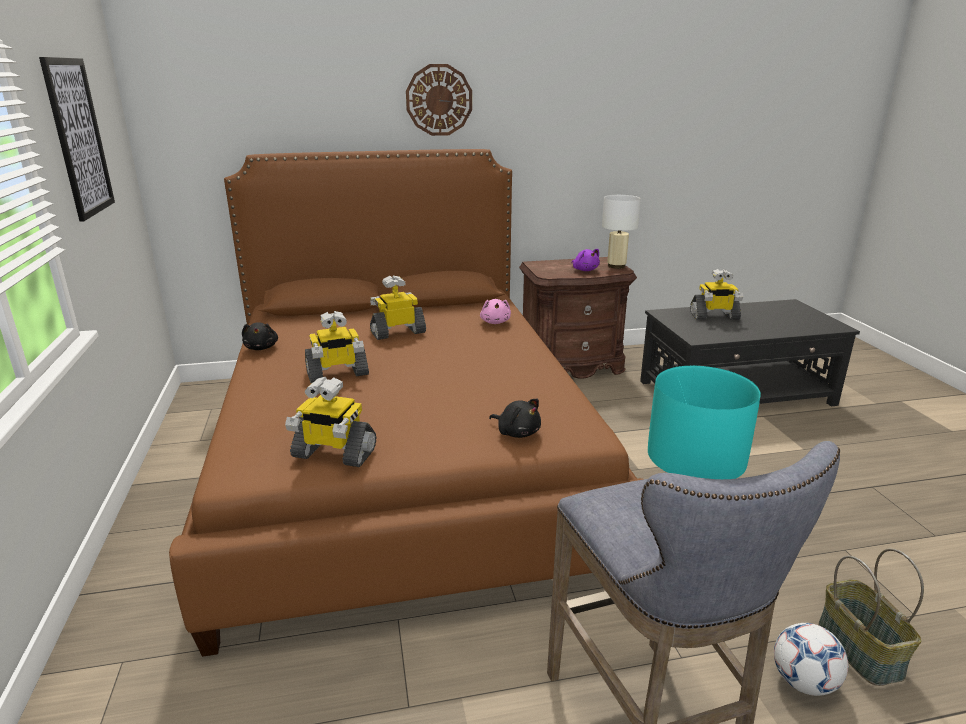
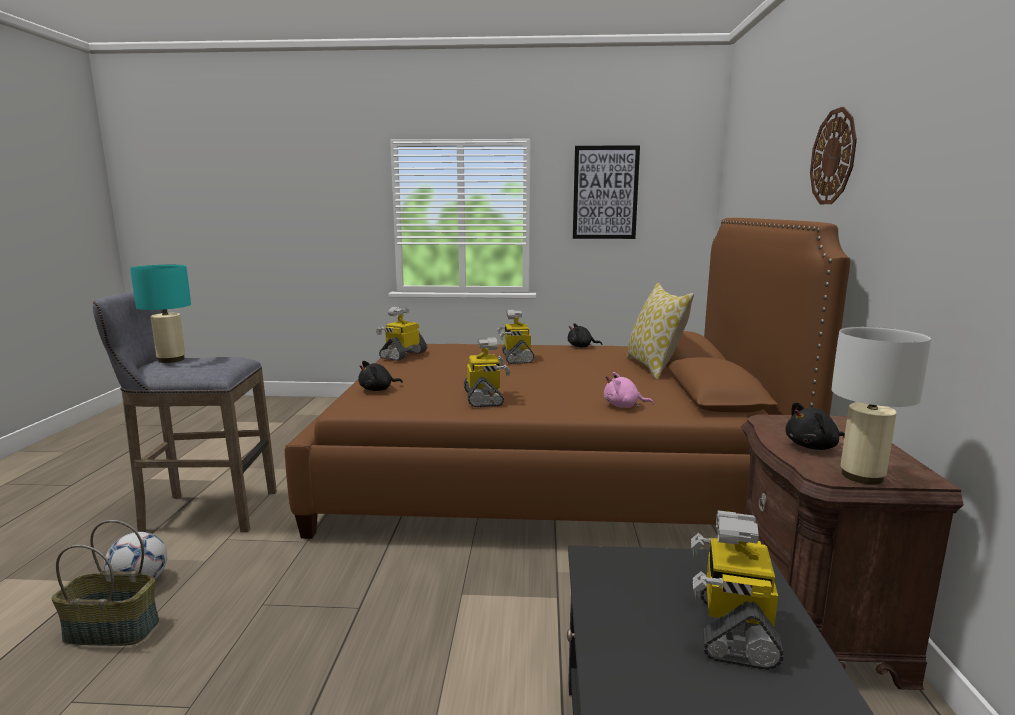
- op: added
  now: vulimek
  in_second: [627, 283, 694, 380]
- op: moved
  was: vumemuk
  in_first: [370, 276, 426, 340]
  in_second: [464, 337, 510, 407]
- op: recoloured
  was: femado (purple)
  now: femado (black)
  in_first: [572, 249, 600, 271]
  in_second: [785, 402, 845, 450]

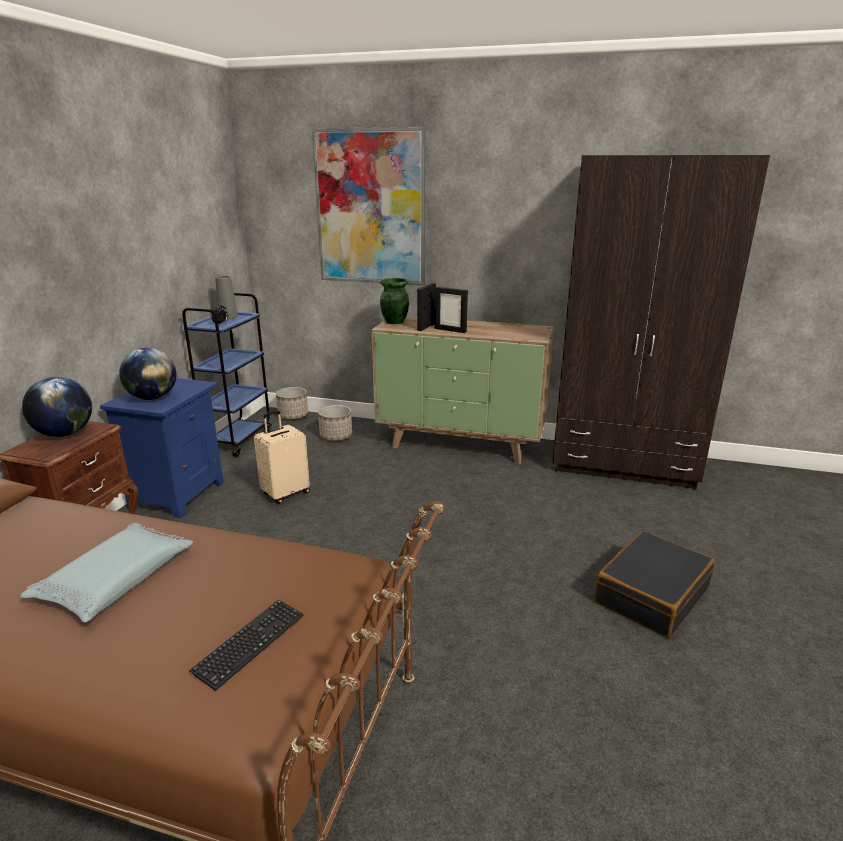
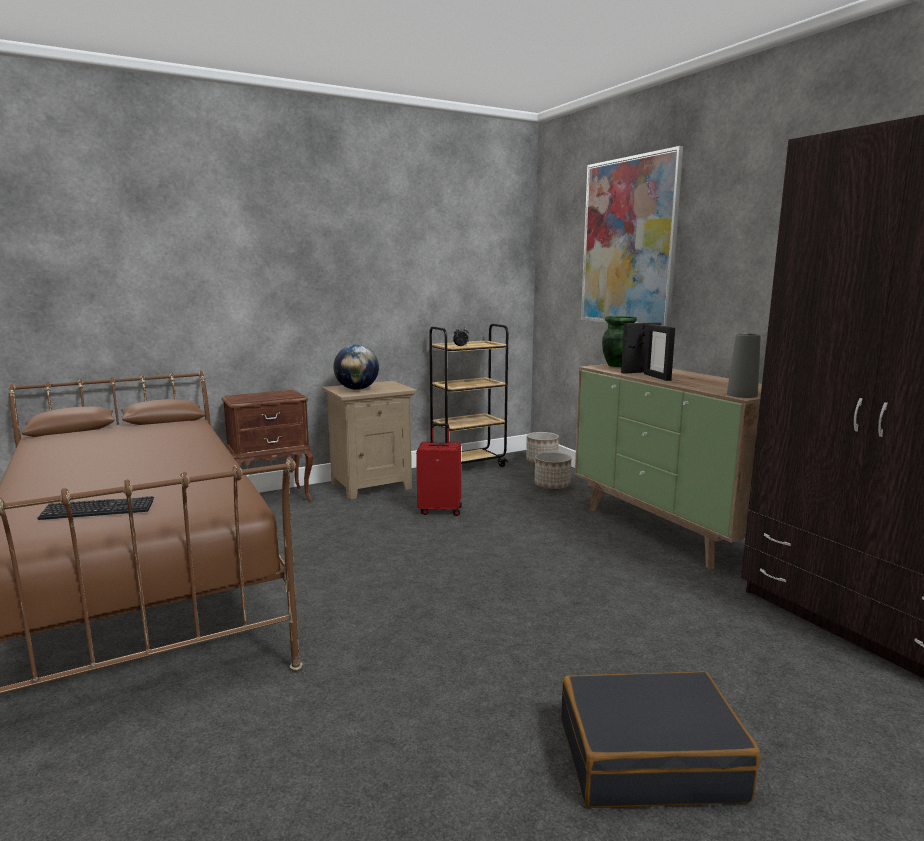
- op: removed
  was: vulimek (blue)
  in_first: [20, 523, 193, 622]
- op: removed
  was: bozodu
  in_first: [22, 377, 92, 437]
- op: moved
  was: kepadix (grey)
  in_first: [215, 276, 238, 320]
  in_second: [727, 333, 761, 398]
- op: recoloured
  was: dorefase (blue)
  now: dorefase (beige)
  in_first: [100, 378, 224, 518]
  in_second: [322, 381, 417, 500]
- op: recoloured
  was: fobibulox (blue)
  now: fobibulox (brown)
  in_first: [182, 293, 272, 457]
  in_second: [429, 324, 508, 467]
- op: recoloured
  was: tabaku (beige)
  now: tabaku (red)
  in_first: [254, 410, 310, 504]
  in_second: [416, 423, 462, 516]

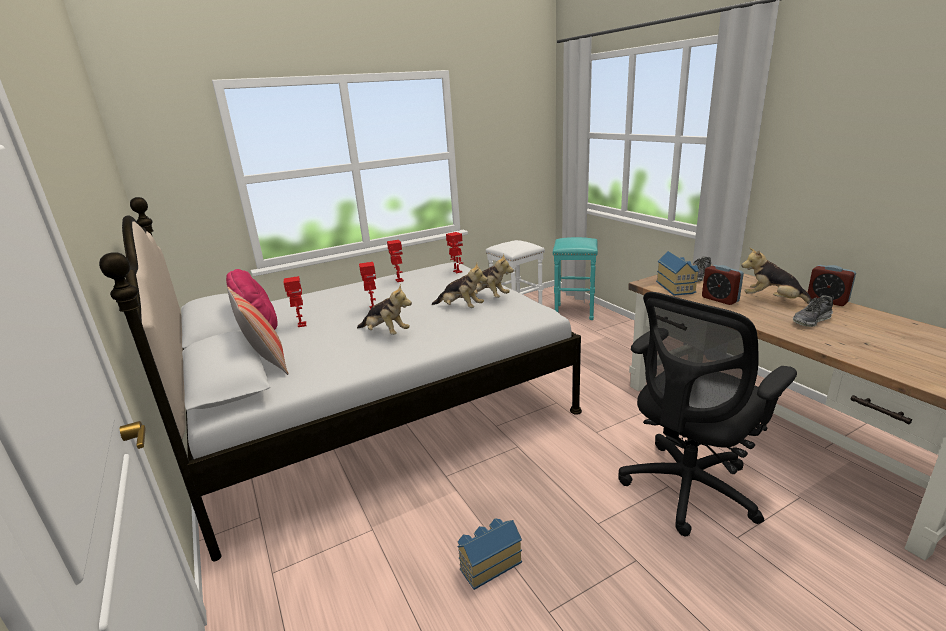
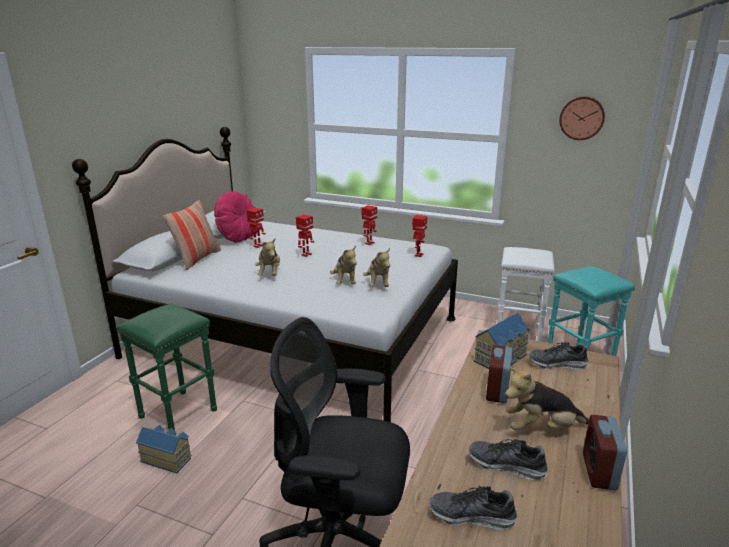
- op: added
  now: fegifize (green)
  in_second: [117, 303, 217, 432]
- op: added
  now: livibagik
  in_second: [429, 486, 517, 530]
- op: added
  now: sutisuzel
  in_second: [559, 96, 605, 140]
- op: turned
  was: femado
  in_first: [741, 248, 812, 303]
  in_second: [505, 367, 589, 430]
  clockwise: -90

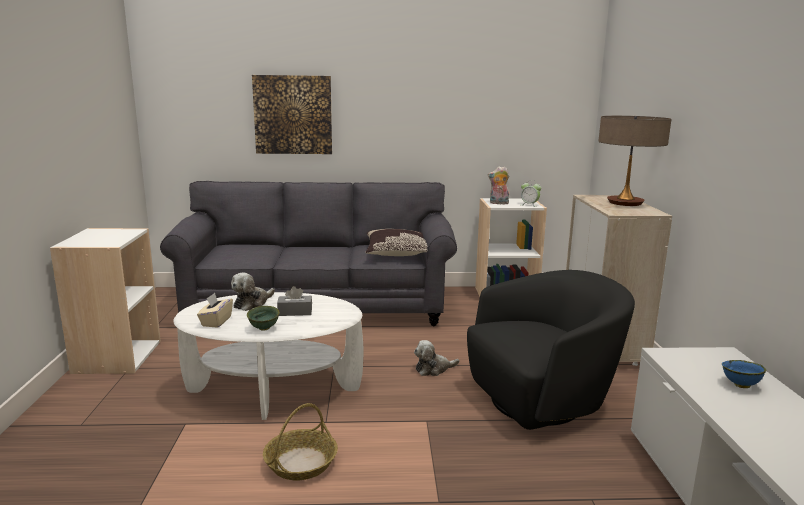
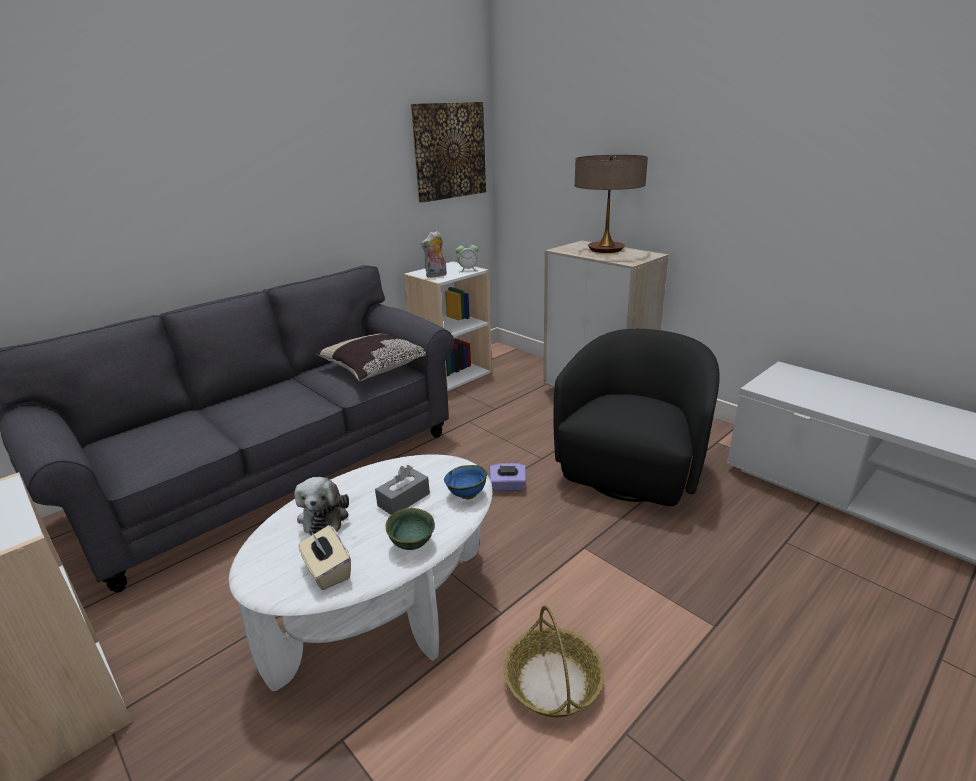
- op: moved
  was: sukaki
  in_first: [252, 75, 332, 154]
  in_second: [411, 102, 486, 203]
- op: moved
  was: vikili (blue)
  in_first: [722, 360, 766, 388]
  in_second: [444, 465, 487, 500]
- op: replaced
  was: femado
  now: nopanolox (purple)
  in_first: [414, 340, 459, 376]
  in_second: [490, 463, 526, 492]

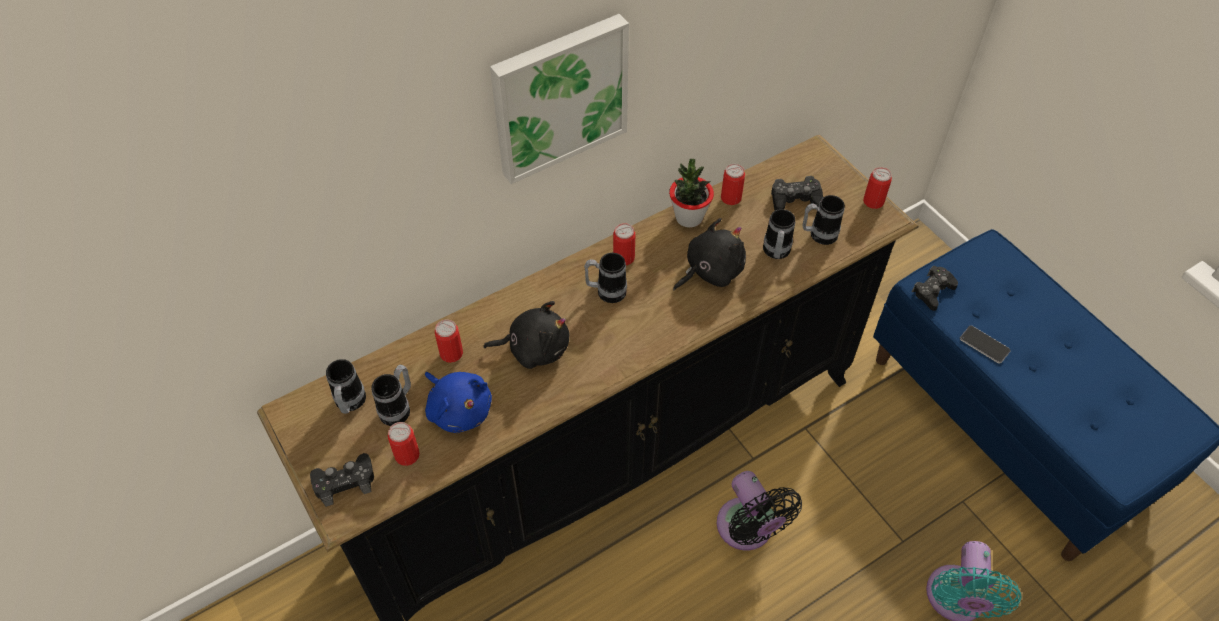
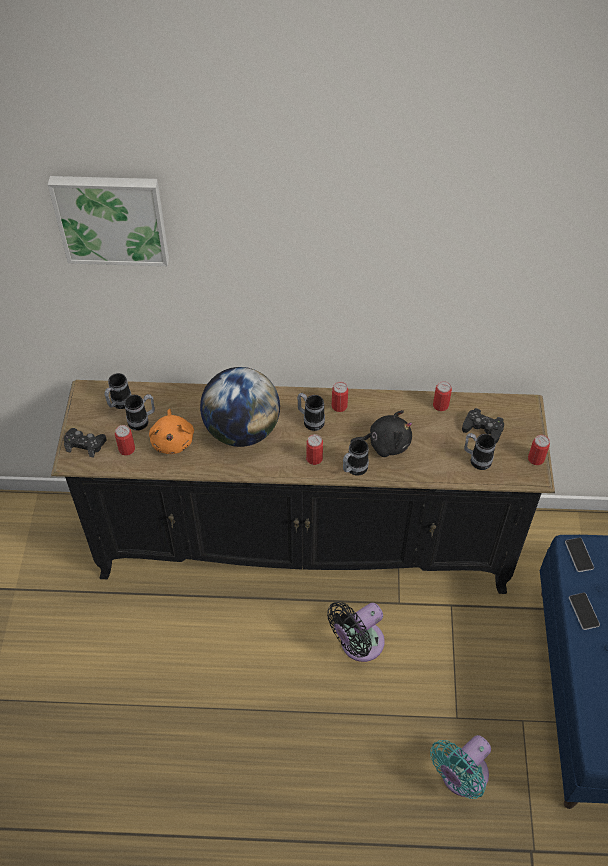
- op: removed
  was: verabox
  in_first: [669, 159, 714, 228]
- op: moved
  was: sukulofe
  in_first: [435, 320, 463, 363]
  in_second: [306, 434, 323, 465]
- op: moved
  was: sukaki
  in_first: [490, 14, 629, 184]
  in_second: [48, 176, 169, 266]
- op: moved
  was: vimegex
  in_first: [763, 209, 795, 259]
  in_second: [343, 439, 369, 475]
- op: replaced
  was: femado (black)
  now: bozodu
  in_first: [483, 301, 569, 369]
  in_second: [200, 367, 280, 447]
- op: replaced
  was: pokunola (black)
  now: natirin
  in_first: [912, 266, 958, 311]
  in_second: [565, 537, 594, 572]
- op: recoloured
  was: femado (blue)
  now: femado (orange)
  in_first: [425, 372, 492, 433]
  in_second: [149, 409, 194, 454]
- op: turned
  was: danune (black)
  in_first: [717, 471, 802, 551]
  in_second: [327, 602, 385, 662]
  clockwise: 45

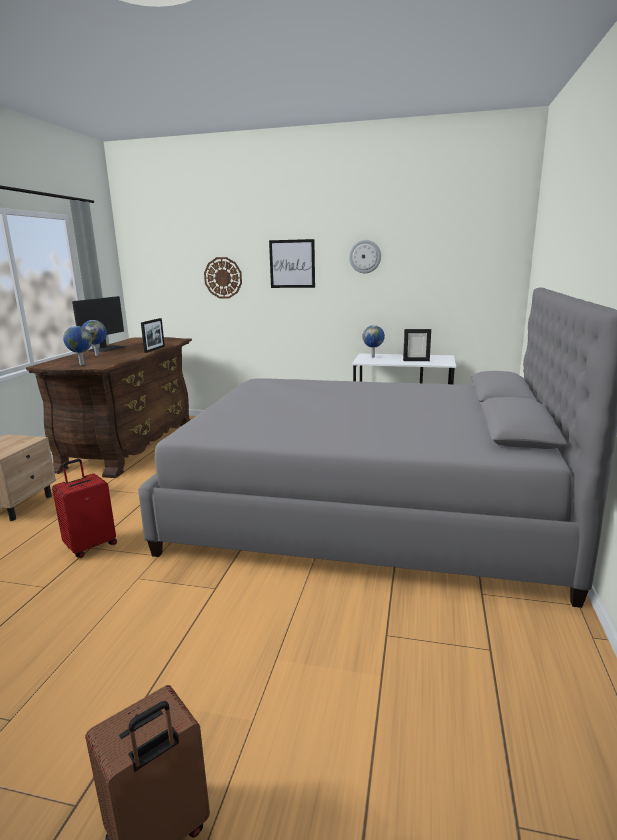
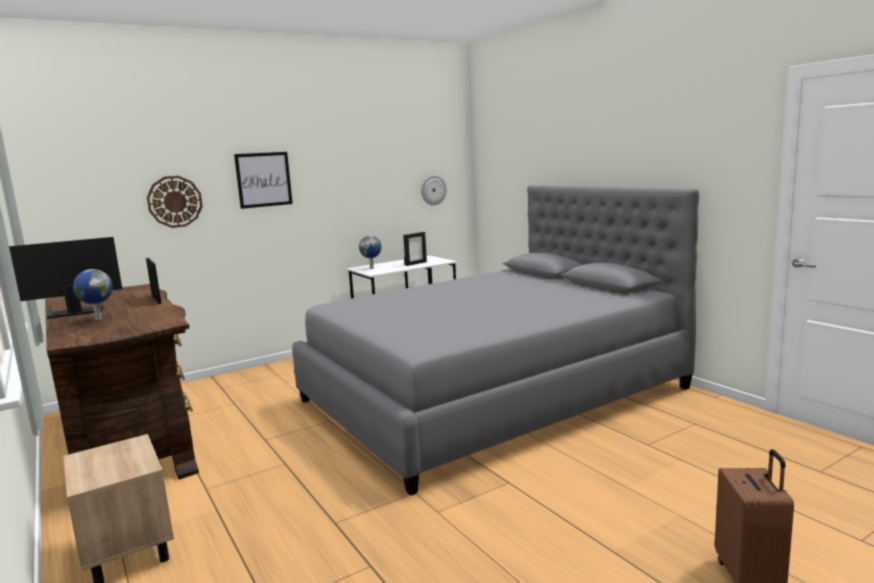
- op: removed
  was: tabaku (red)
  in_first: [52, 459, 117, 558]
- op: removed
  was: bozodu
  in_first: [63, 326, 92, 365]
- op: moved
  was: sutisuzel
  in_first: [349, 240, 381, 273]
  in_second: [421, 175, 447, 205]
- op: turned
  was: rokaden
  in_first: [72, 296, 125, 352]
  in_second: [9, 237, 122, 319]
  clockwise: -90

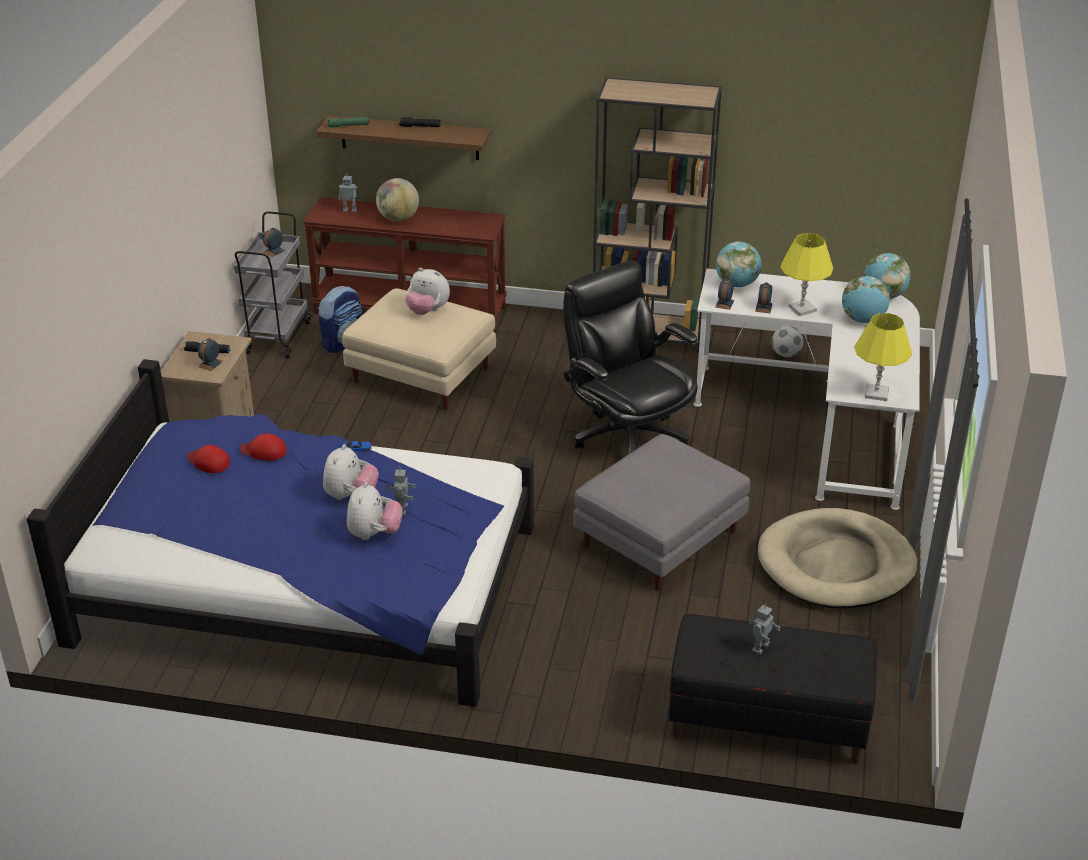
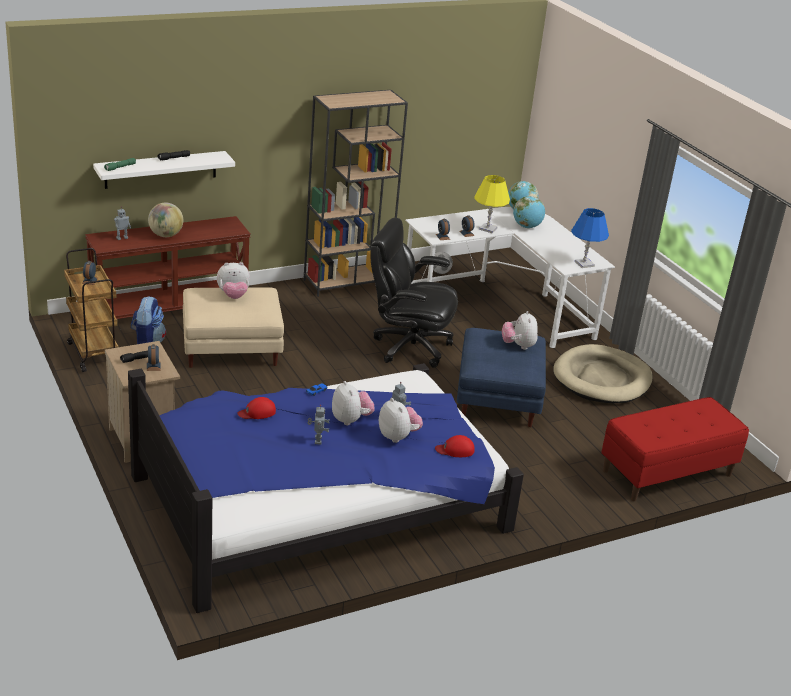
- op: removed
  was: bozodu
  in_first: [716, 241, 761, 287]
- op: added
  now: femado
  in_second: [502, 311, 538, 350]
- op: moved
  was: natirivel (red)
  in_first: [187, 445, 230, 473]
  in_second: [435, 435, 475, 457]
- op: moved
  was: vumemuk
  in_first: [749, 604, 780, 655]
  in_second: [308, 405, 330, 445]
- op: recoloured
  was: fobibulox (grey)
  now: fobibulox (brown)
  in_first: [234, 212, 312, 358]
  in_second: [64, 248, 119, 372]
- op: recoloured
  was: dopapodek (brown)
  now: dopapodek (white)
  in_first: [317, 115, 491, 160]
  in_second: [93, 151, 235, 189]
- op: recoloured
  was: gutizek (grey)
  now: gutizek (blue)
  in_first: [573, 434, 750, 591]
  in_second: [457, 328, 546, 427]
- op: recoloured
  was: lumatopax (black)
  now: lumatopax (red)
  in_first: [669, 614, 877, 764]
  in_second: [601, 397, 749, 501]
- op: recoloured
  was: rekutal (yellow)
  now: rekutal (blue)
  in_first: [854, 313, 912, 401]
  in_second: [571, 208, 609, 268]

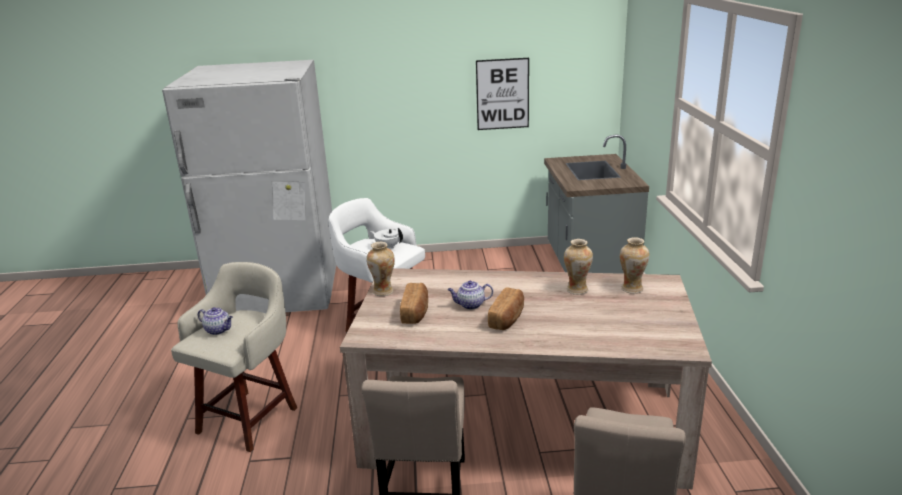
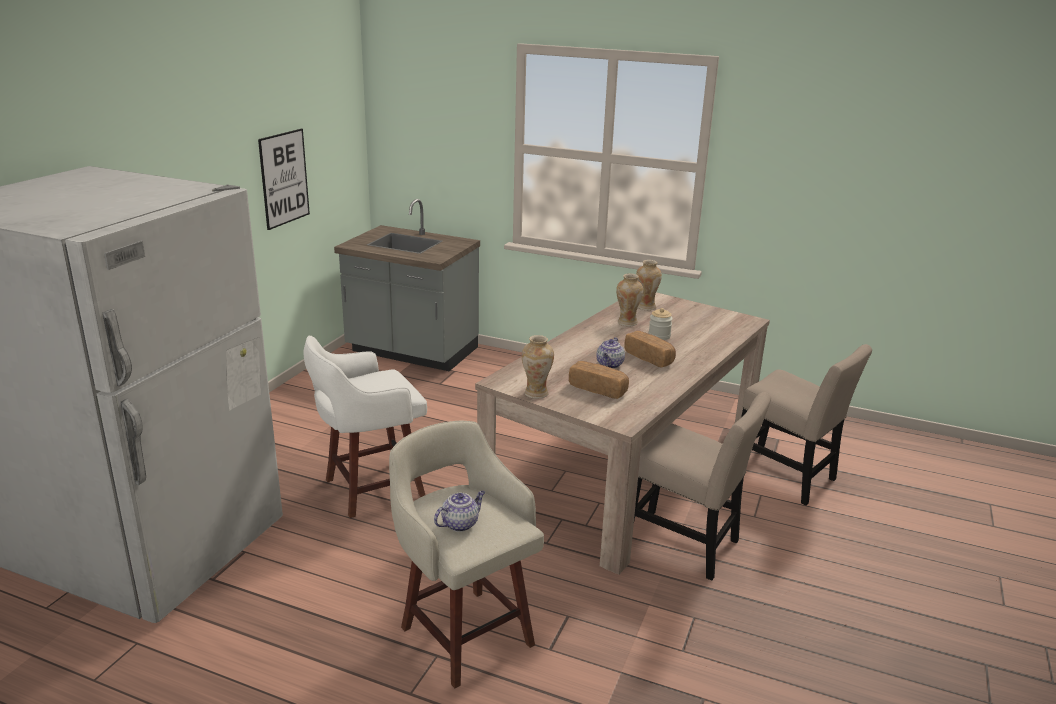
- op: removed
  was: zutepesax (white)
  in_first: [371, 228, 403, 248]
- op: added
  now: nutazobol
  in_second: [648, 308, 673, 340]

